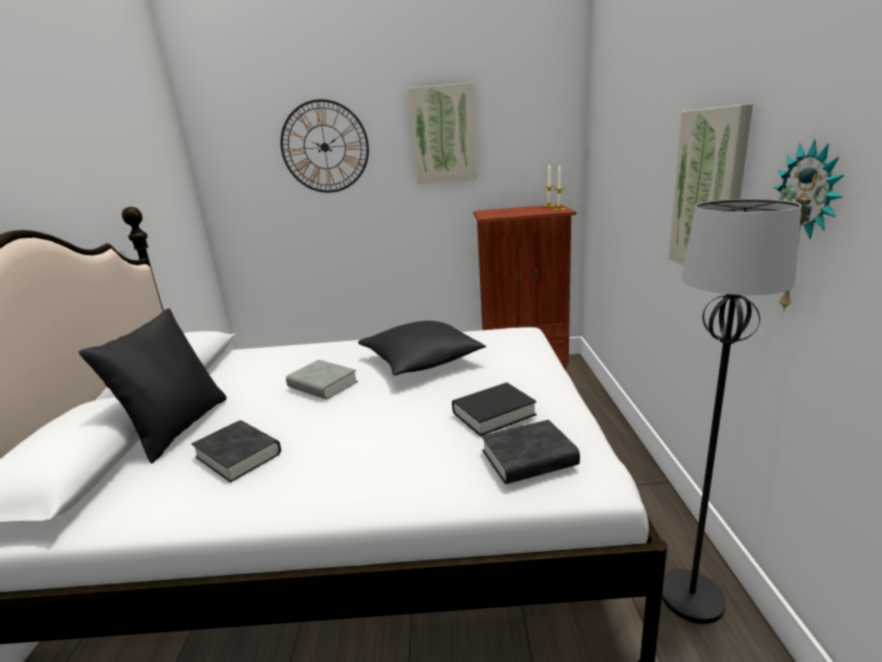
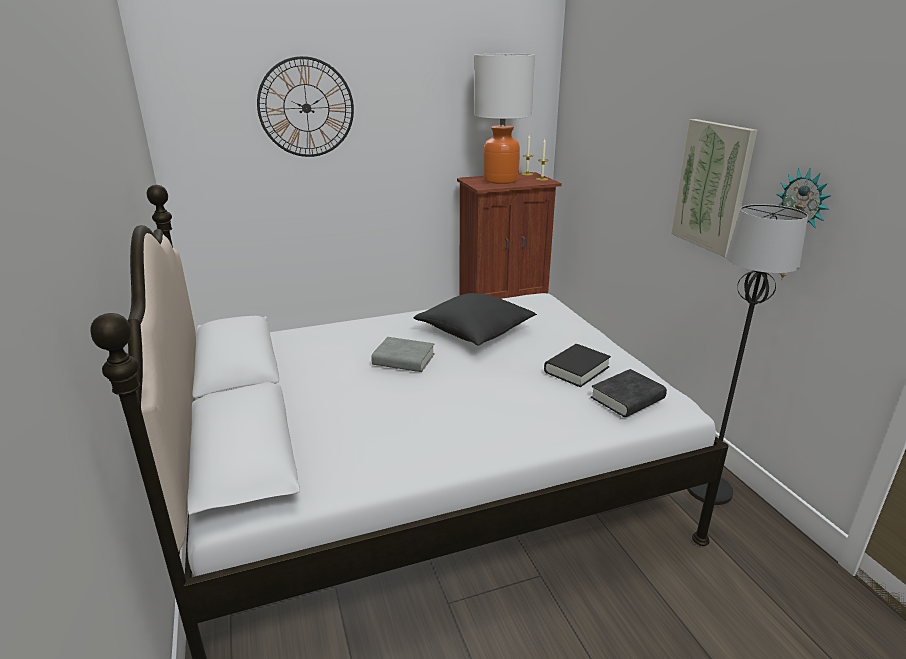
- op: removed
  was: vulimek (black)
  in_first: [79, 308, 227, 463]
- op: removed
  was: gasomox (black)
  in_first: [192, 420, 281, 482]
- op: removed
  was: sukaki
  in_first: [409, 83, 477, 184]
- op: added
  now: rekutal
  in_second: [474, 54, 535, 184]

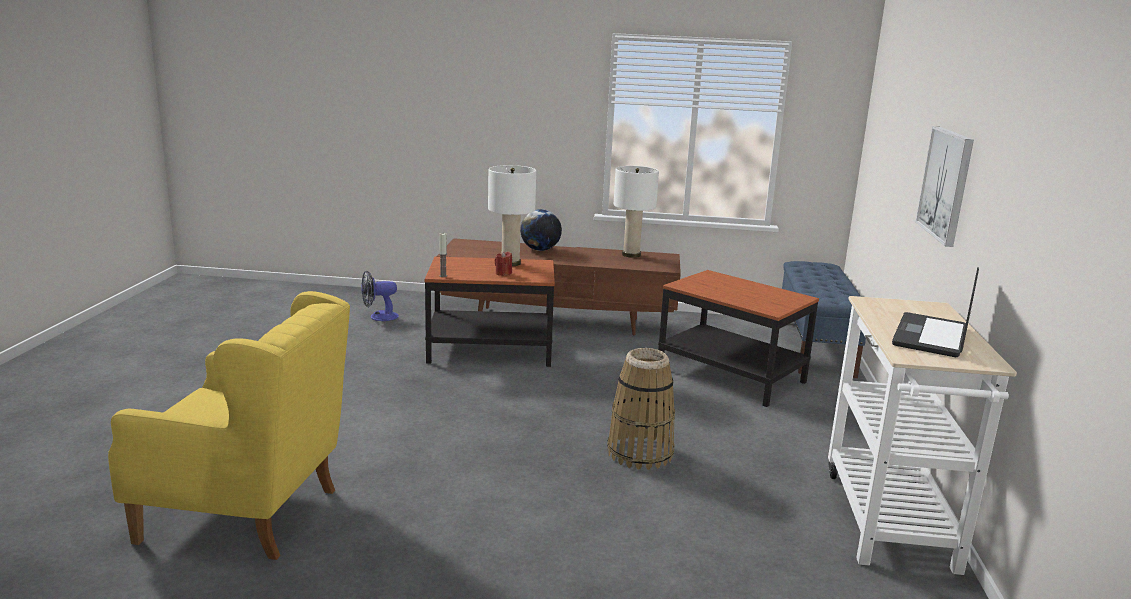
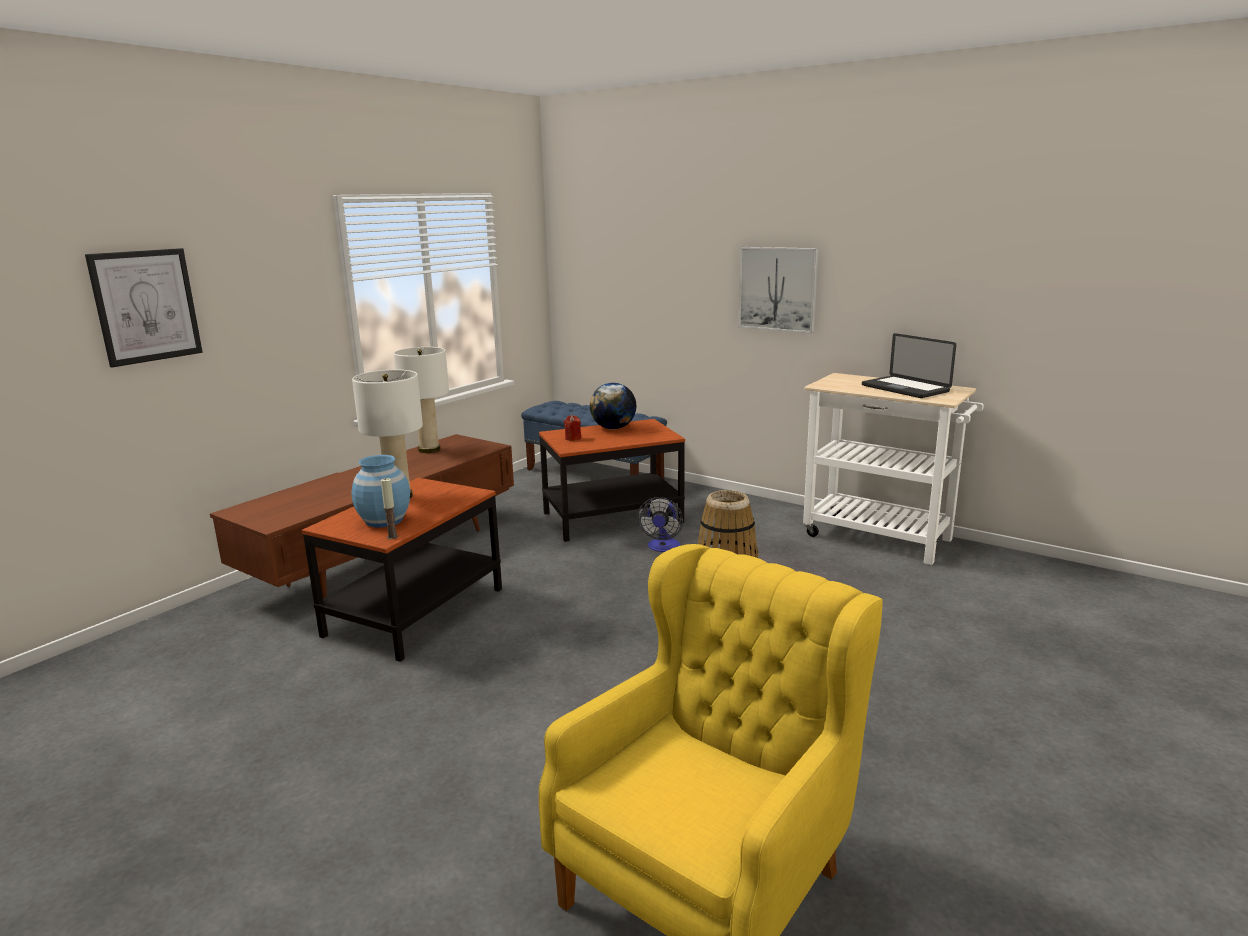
- op: added
  now: sukaki
  in_second: [85, 248, 203, 367]
- op: added
  now: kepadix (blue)
  in_second: [351, 455, 410, 528]
- op: moved
  was: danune
  in_first: [361, 271, 399, 321]
  in_second: [638, 497, 683, 552]
- op: moved
  was: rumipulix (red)
  in_first: [495, 251, 512, 276]
  in_second: [564, 415, 581, 441]
- op: moved
  was: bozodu
  in_first: [520, 209, 562, 251]
  in_second: [590, 383, 636, 429]

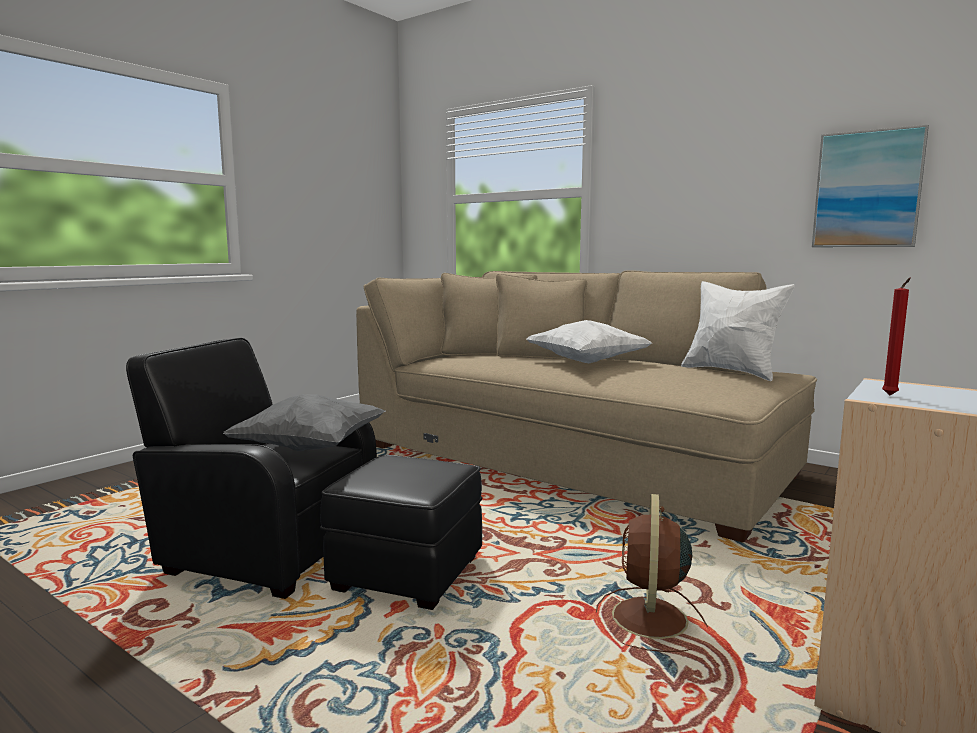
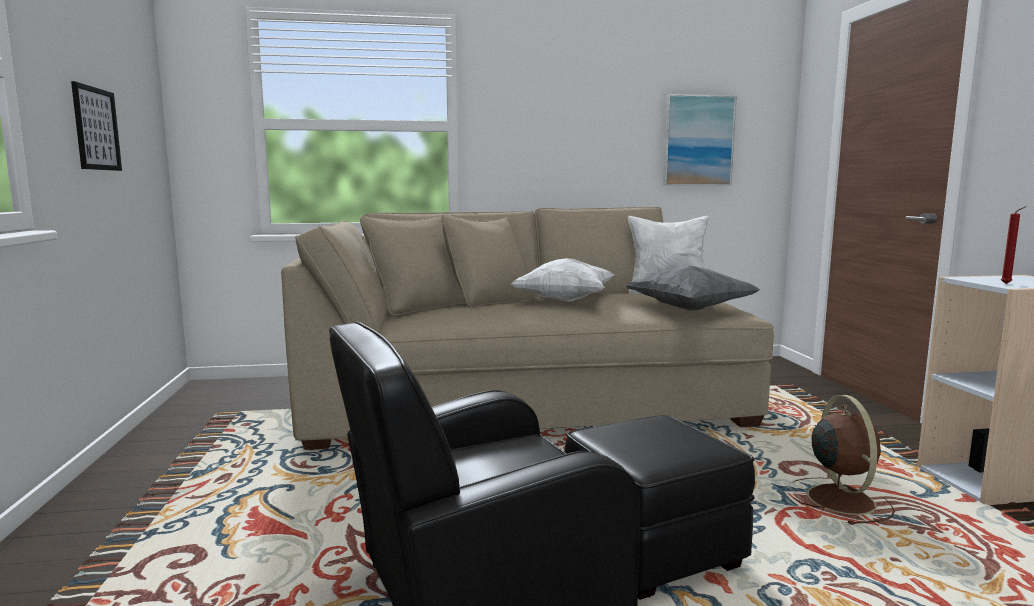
- op: added
  now: sukaki
  in_second: [71, 81, 122, 171]
- op: moved
  was: vulimek (grey)
  in_first: [223, 394, 386, 451]
  in_second: [625, 266, 760, 311]
- op: turned
  was: danune (brown)
  in_first: [596, 494, 708, 652]
  in_second: [794, 395, 895, 525]
  clockwise: -150

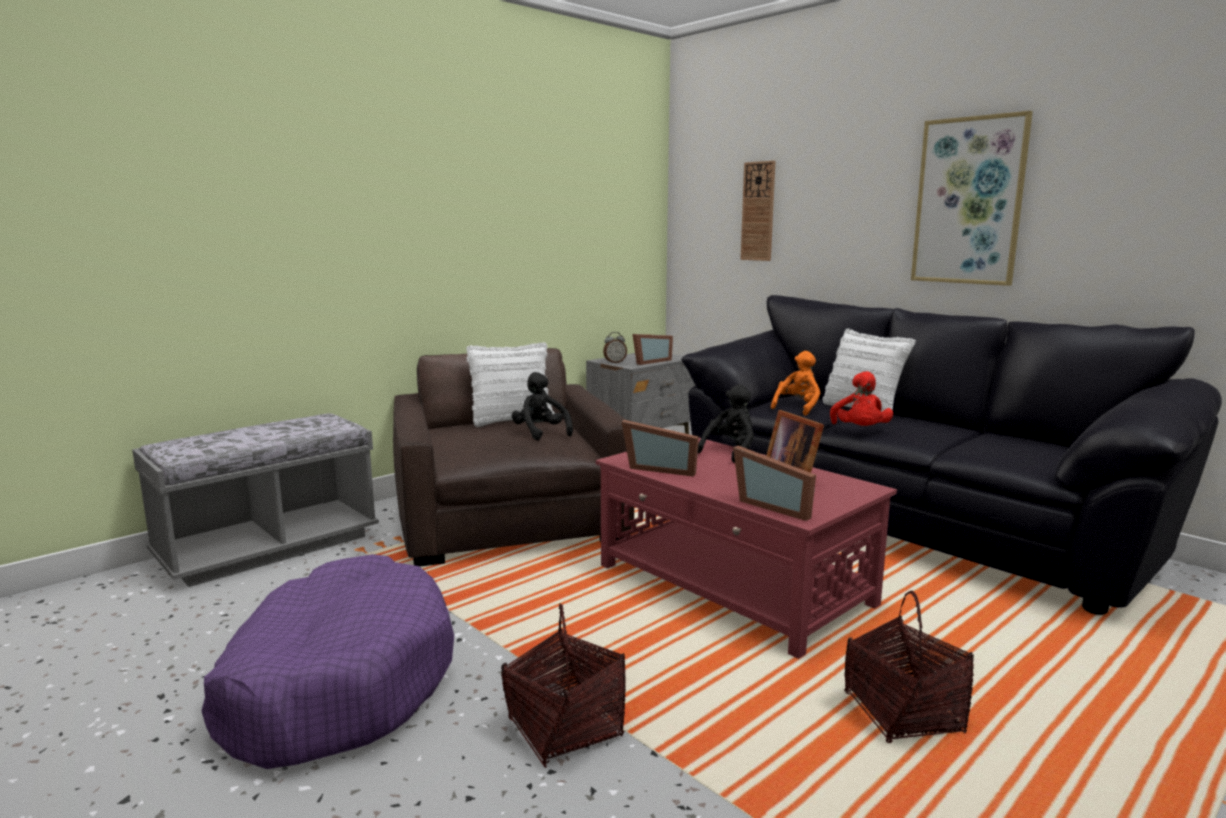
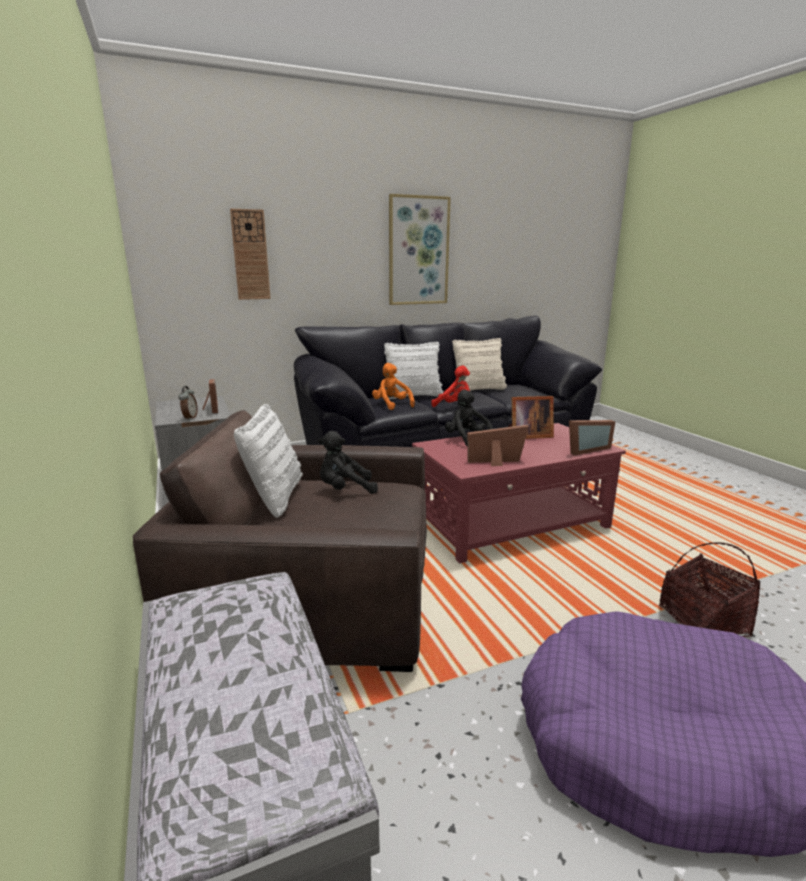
- op: removed
  was: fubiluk
  in_first: [844, 591, 974, 743]
- op: added
  now: vulimek (beige)
  in_second: [452, 338, 507, 391]
- op: turned
  was: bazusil
  in_first: [622, 420, 699, 477]
  in_second: [467, 425, 529, 466]
  clockwise: -135

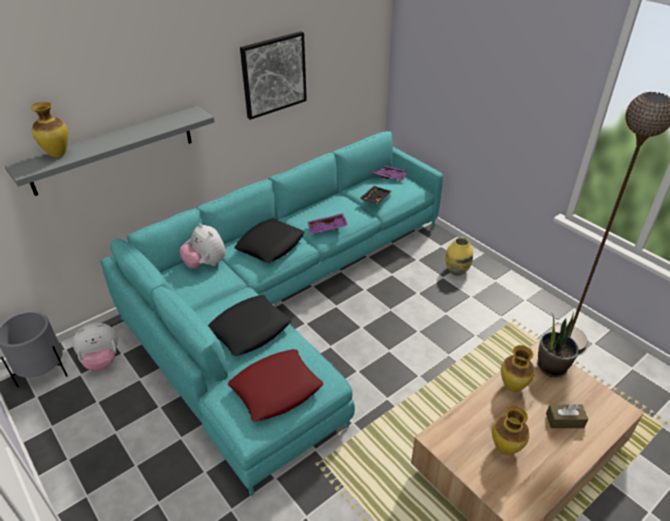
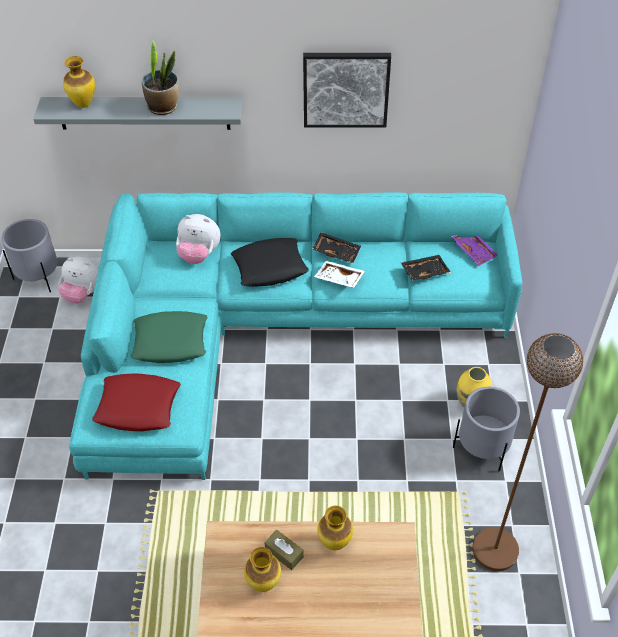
- op: added
  now: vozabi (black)
  in_second: [312, 232, 361, 264]
- op: added
  now: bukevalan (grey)
  in_second: [453, 387, 520, 471]
- op: moved
  was: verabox
  in_first: [537, 312, 579, 377]
  in_second: [142, 40, 179, 115]
- op: moved
  was: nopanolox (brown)
  in_first: [546, 404, 588, 428]
  in_second: [264, 530, 304, 570]
- op: recoloured
  was: vulimek (black)
  now: vulimek (green)
  in_first: [208, 295, 292, 356]
  in_second: [131, 311, 207, 363]
- op: recoloured
  was: vozabi (purple)
  now: vozabi (white)
  in_first: [307, 213, 348, 234]
  in_second: [314, 261, 365, 288]
- op: turned
  was: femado
  in_first: [179, 223, 226, 269]
  in_second: [176, 214, 221, 264]
  clockwise: -75

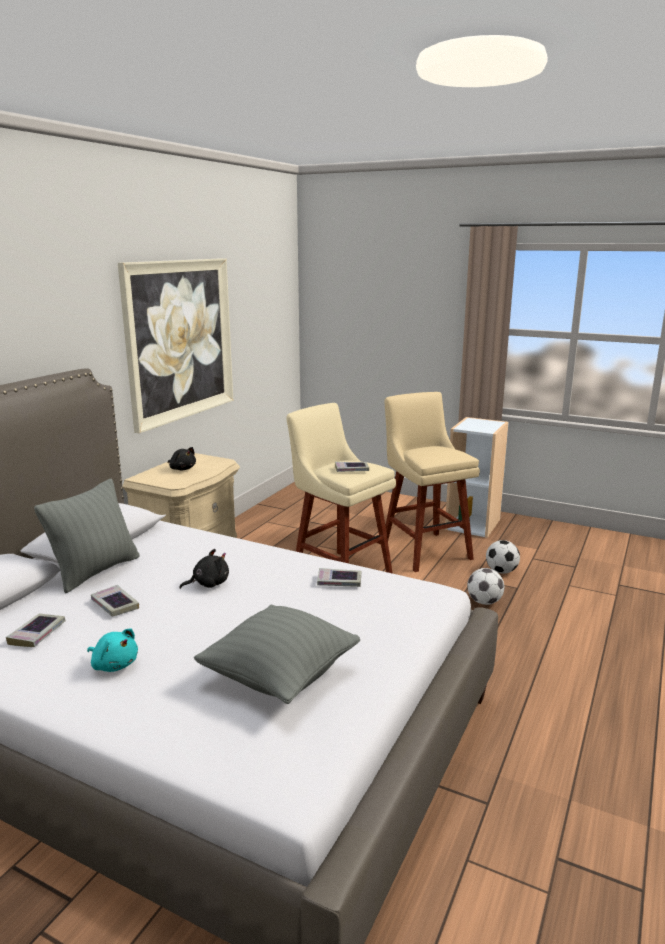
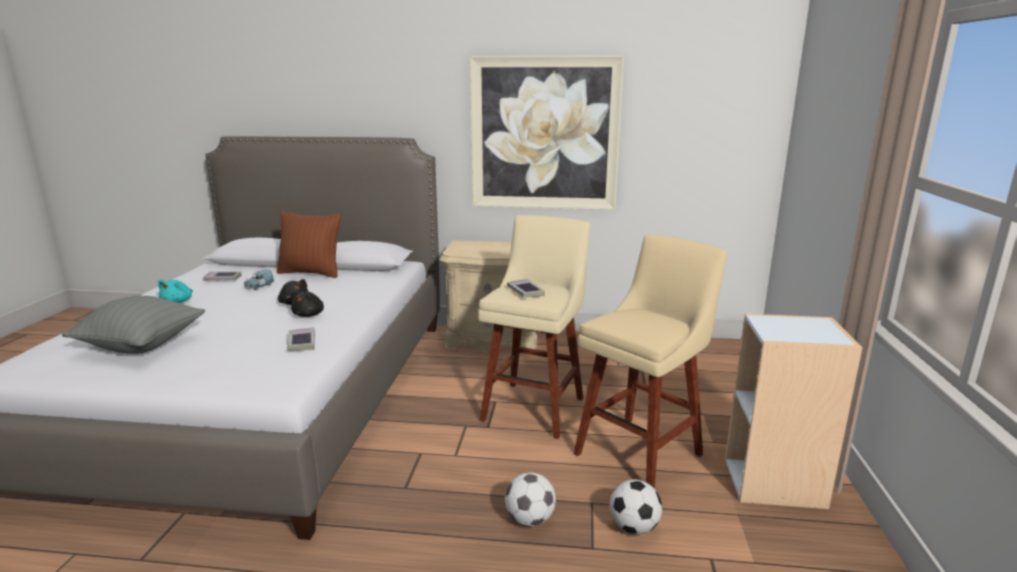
- op: moved
  was: femado (black)
  in_first: [168, 447, 196, 470]
  in_second: [291, 291, 324, 317]
- op: replaced
  was: gasomox
  now: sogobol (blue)
  in_first: [91, 585, 139, 617]
  in_second: [244, 269, 274, 290]
- op: recoloured
  was: vulimek (grey)
  now: vulimek (brown)
  in_first: [34, 478, 140, 593]
  in_second: [276, 211, 341, 278]

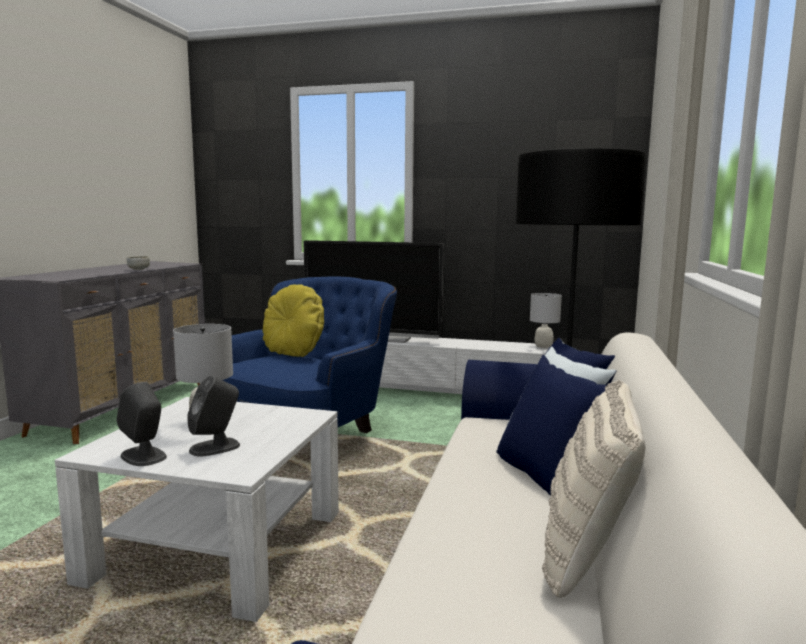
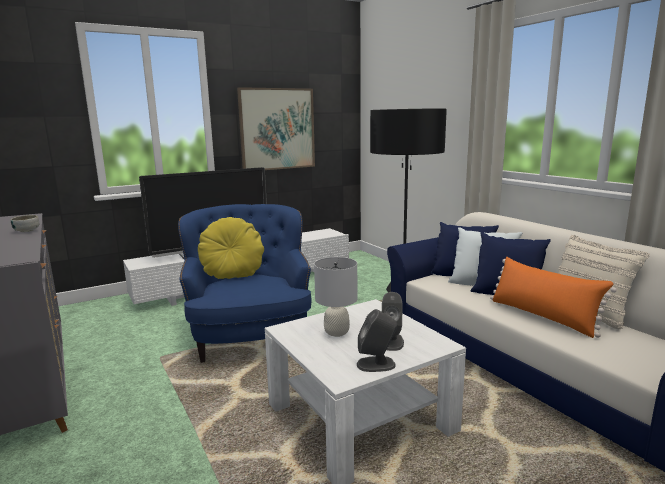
- op: removed
  was: rekutal (grey)
  in_first: [530, 293, 562, 348]
- op: added
  now: sukaki
  in_second: [237, 87, 315, 170]
- op: added
  now: vulimek (orange)
  in_second: [490, 257, 617, 338]

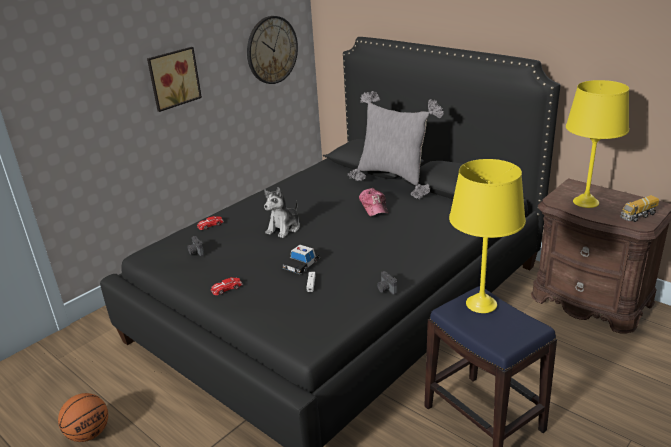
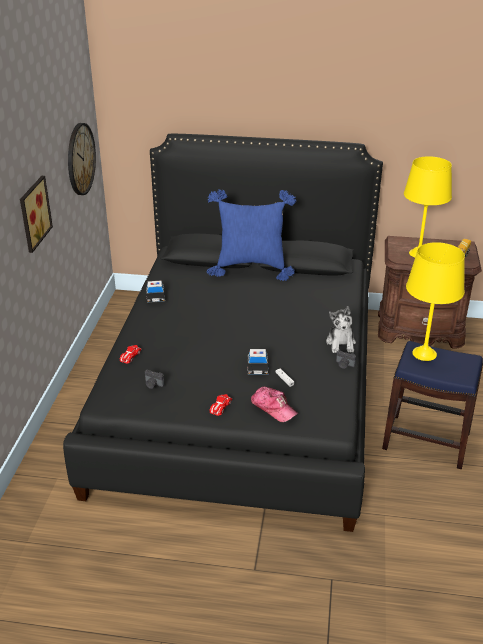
- op: removed
  was: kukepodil
  in_first: [58, 393, 108, 442]
- op: added
  now: sogobol
  in_second: [146, 281, 165, 303]
- op: moved
  was: femado
  in_first: [264, 187, 300, 238]
  in_second: [326, 306, 356, 353]
- op: moved
  was: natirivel
  in_first: [359, 188, 389, 216]
  in_second: [251, 386, 298, 422]
- op: recoloured
  was: vulimek (grey)
  now: vulimek (blue)
  in_first: [348, 91, 444, 199]
  in_second: [207, 189, 296, 281]

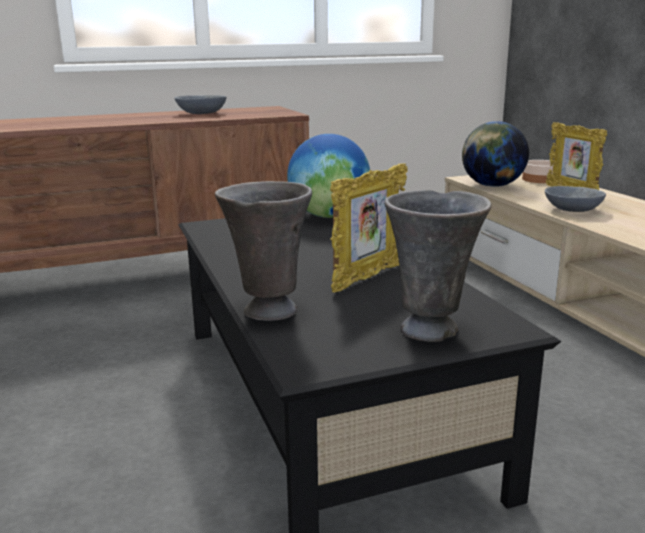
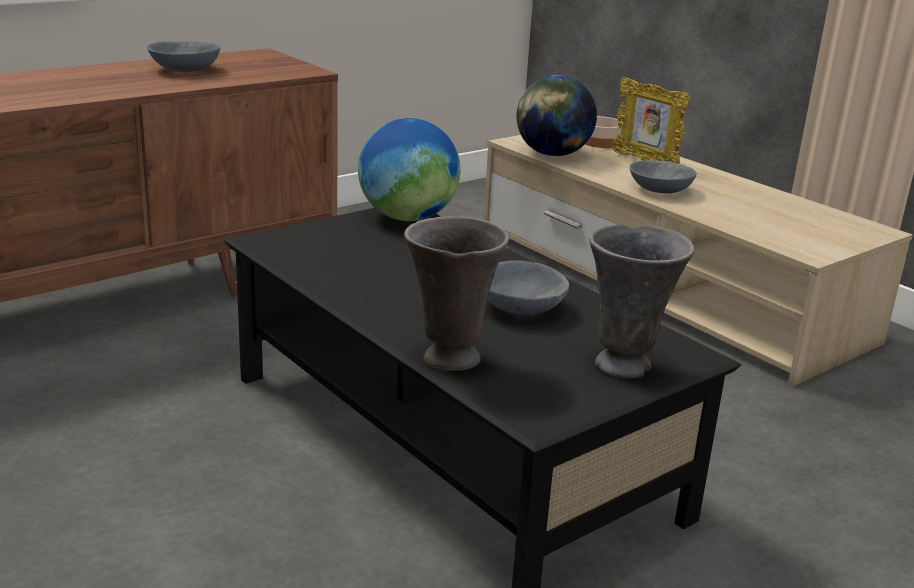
- op: replaced
  was: bazusil
  now: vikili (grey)
  in_first: [330, 163, 408, 293]
  in_second: [487, 260, 569, 315]

